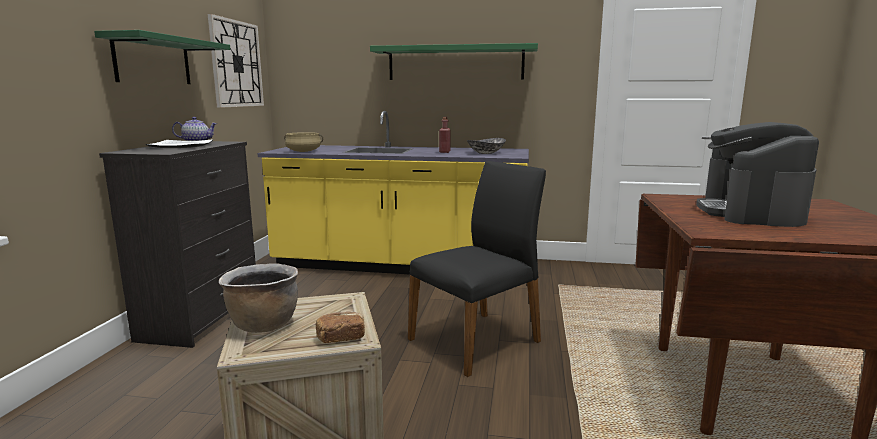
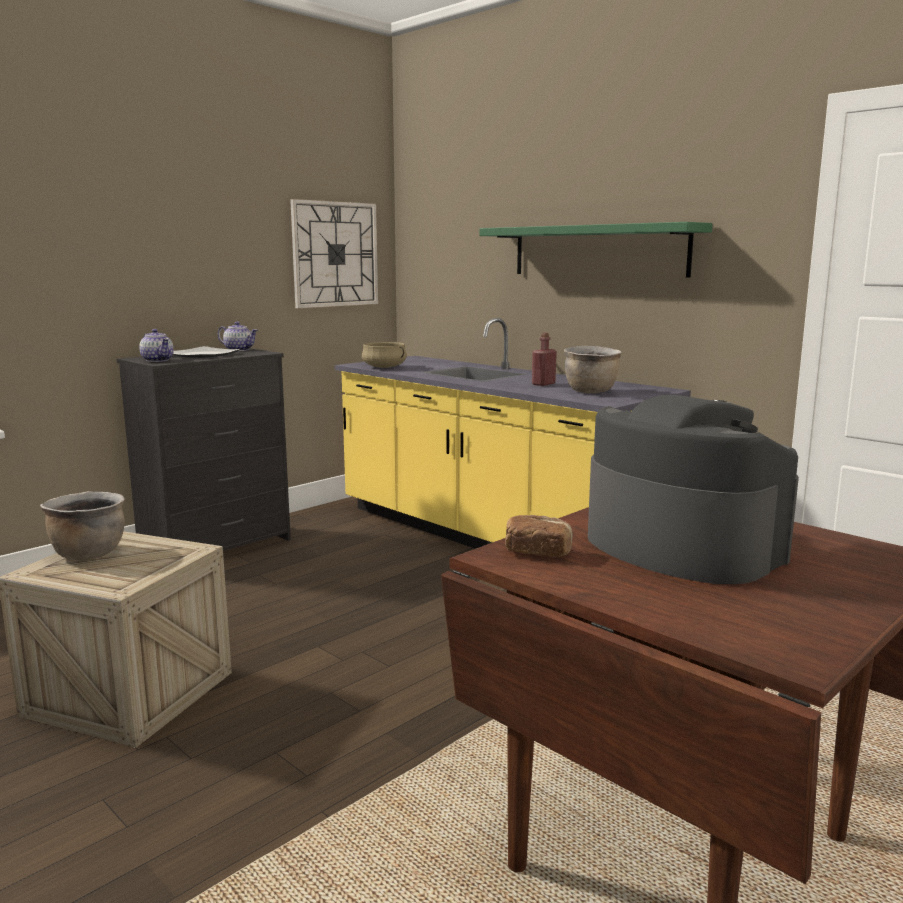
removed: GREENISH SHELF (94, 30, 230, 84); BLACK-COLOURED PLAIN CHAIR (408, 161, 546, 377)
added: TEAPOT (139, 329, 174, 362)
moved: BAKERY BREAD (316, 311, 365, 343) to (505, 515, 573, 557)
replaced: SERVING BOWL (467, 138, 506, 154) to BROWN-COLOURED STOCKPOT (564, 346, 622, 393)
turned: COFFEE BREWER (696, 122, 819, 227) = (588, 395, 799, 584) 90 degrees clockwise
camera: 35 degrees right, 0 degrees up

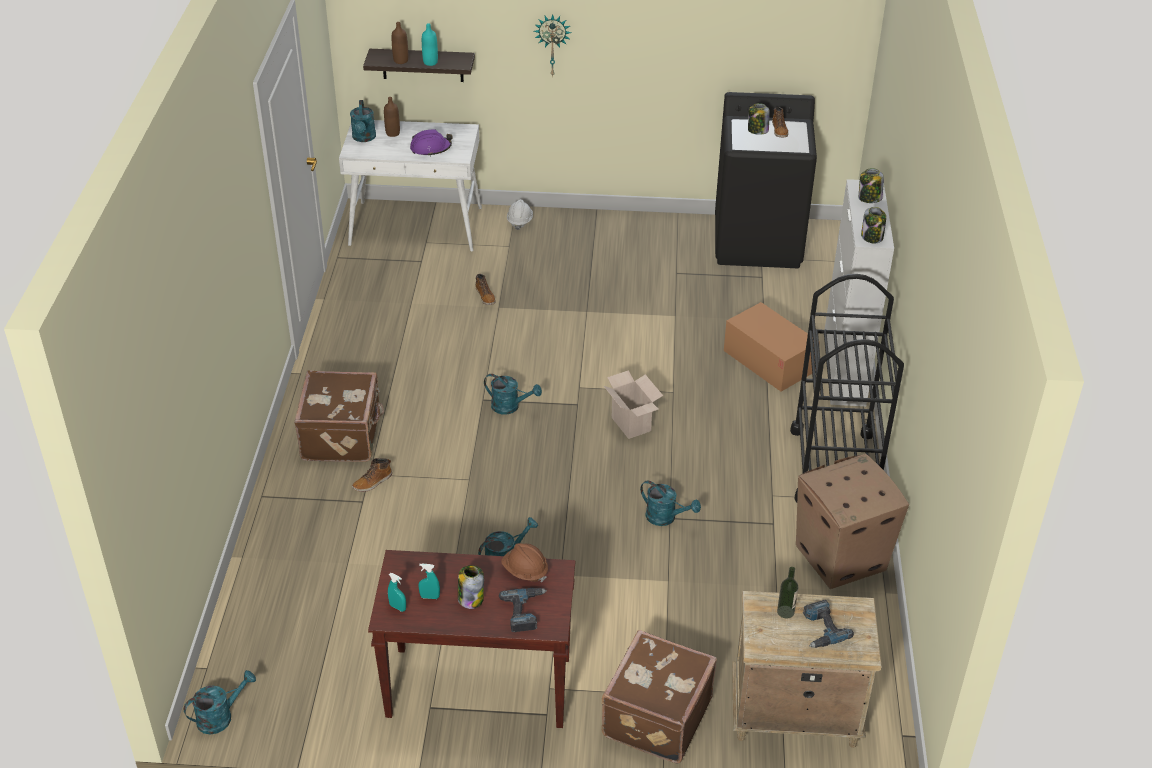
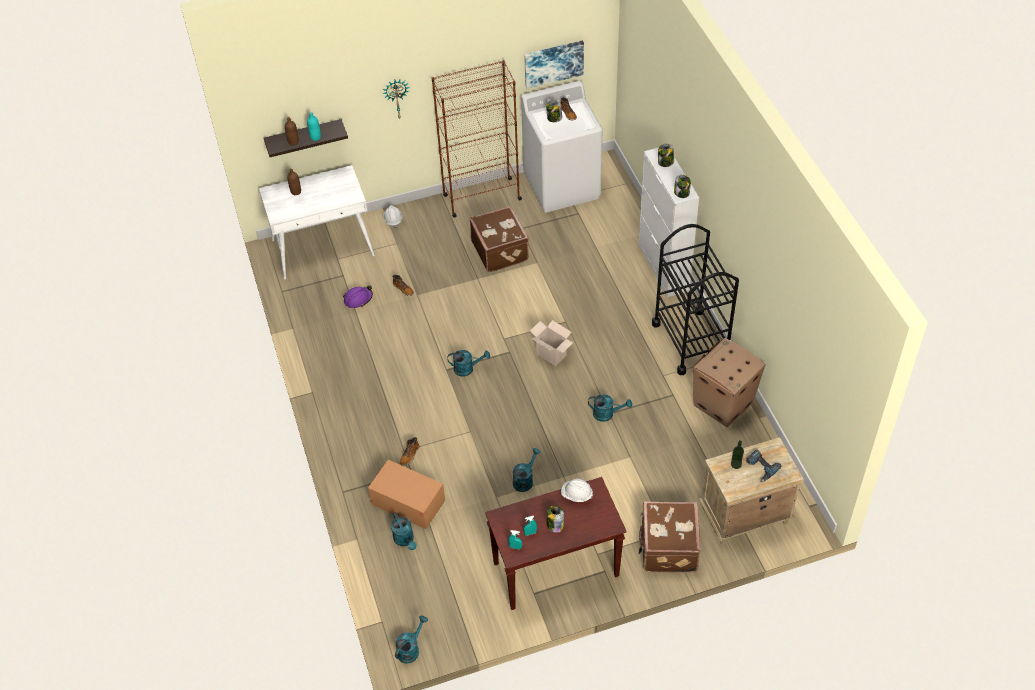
removed: DRILL (499, 588, 547, 632)
added: BROWN-COLOURED SHELVING UNIT (432, 60, 522, 218); WALL PICTURE (524, 40, 584, 89)
moved: BROWN-COLOURED SUITCASE (294, 370, 384, 462) to (470, 206, 529, 272); BLUE-GREEN WATERING CAN (350, 100, 376, 142) to (391, 512, 417, 550); PURPLE SAFETY HELMET (410, 129, 453, 156) to (343, 286, 373, 308); CARDBOARD BOX (724, 302, 820, 392) to (368, 460, 445, 529)
recoloured: BROWN-COLOURED SAFETY HELMET (501, 543, 548, 582) to WHITISH SAFETY HELMET (561, 478, 593, 502); BLACK-COLOURED LAUNDRY MACHINE (715, 92, 817, 268) to WHITISH LAUNDRY MACHINE (521, 81, 603, 213)
camera: 20 degrees left, 10 degrees up

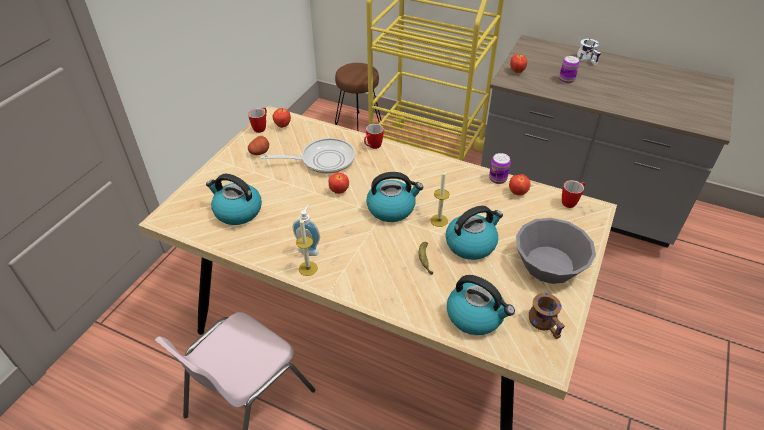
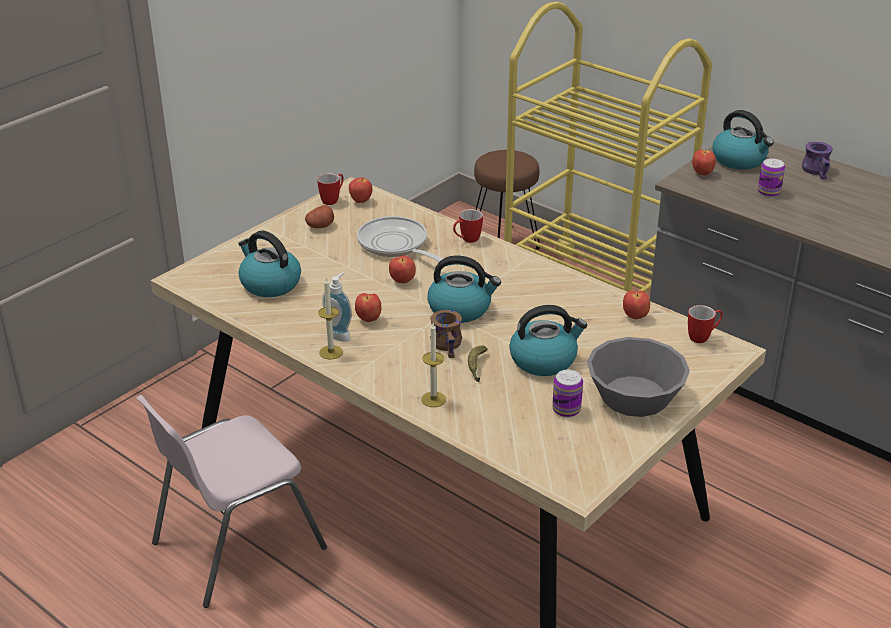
added: APPLE (355, 293, 381, 322)
moved: CANDLE (430, 171, 450, 227) to (421, 323, 446, 407); TEA KETTLE (447, 275, 515, 335) to (713, 110, 774, 170); SEALED CAN (489, 153, 511, 184) to (552, 370, 583, 417); BROWN-COLOURED TEA MUG (529, 293, 565, 339) to (430, 310, 462, 358)
recoloured: WHITISH TEA MUG (577, 39, 601, 65) to PURPLE TEA MUG (802, 142, 833, 180)
turned: PAN (261, 138, 355, 174) = (357, 216, 443, 262) 135 degrees counterclockwise
camera: 15 degrees right, 10 degrees down

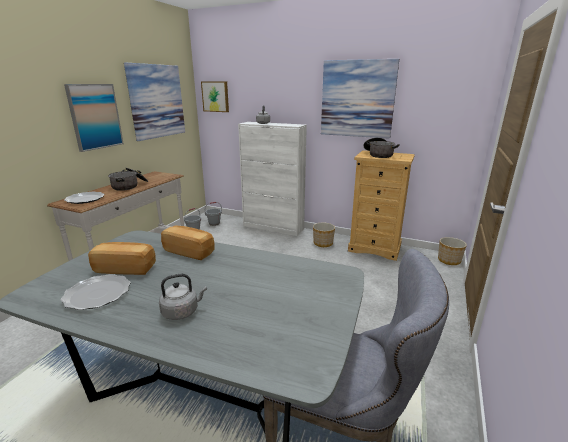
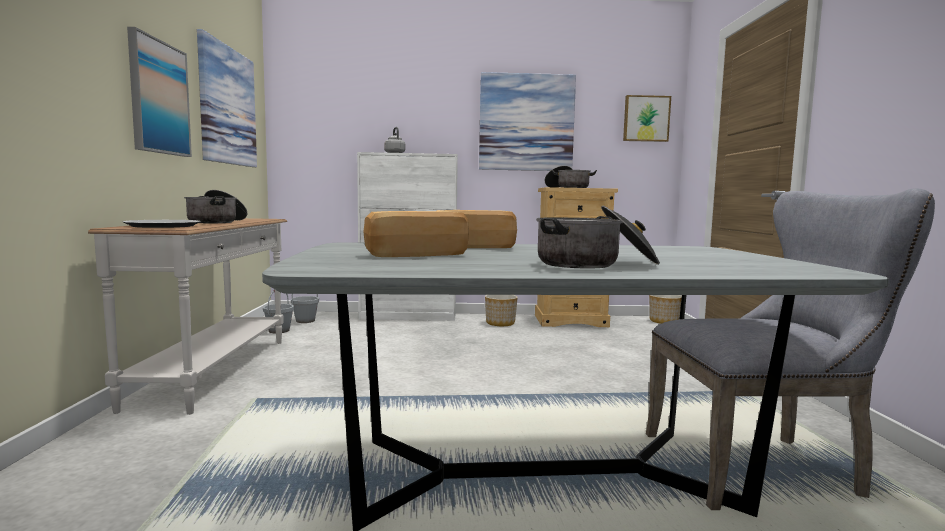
removed: PLATE (61, 274, 130, 310)
moved: WALL PICTURE (201, 81, 229, 112) to (623, 95, 671, 142)
replaced: GREY TEA KETTLE (159, 274, 207, 320) to STOCKPOT (536, 205, 660, 269)
camera: 25 degrees left, 15 degrees down

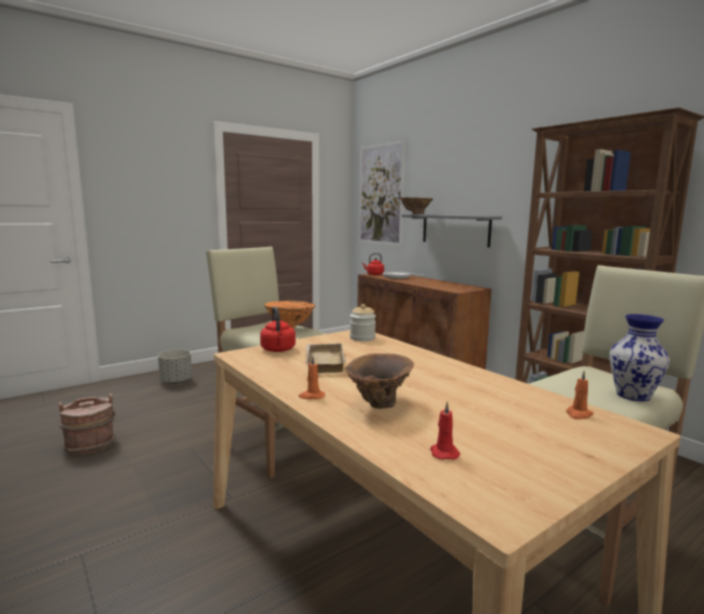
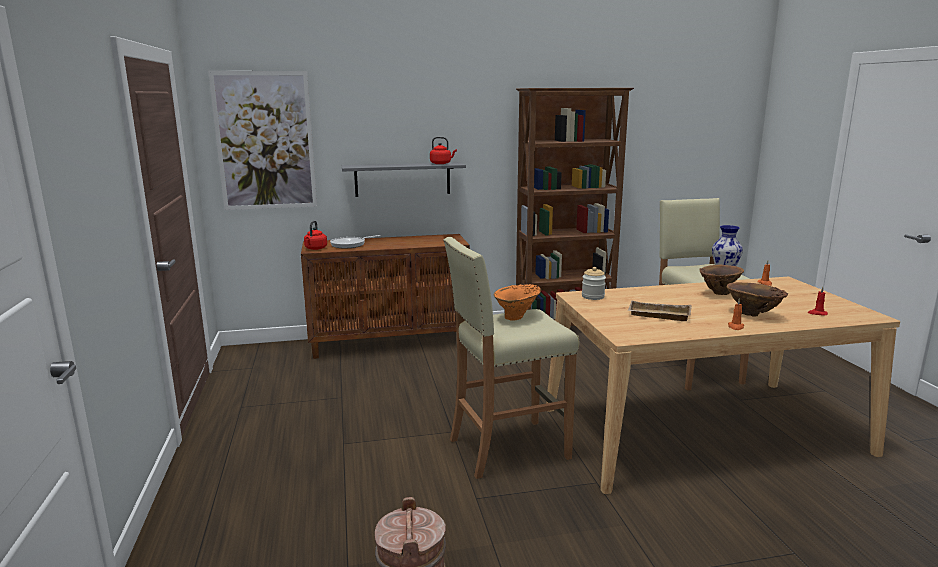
removed: GREY PLANT POT (158, 349, 192, 384)
moved: RED TEA KETTLE (260, 306, 296, 352) to (430, 137, 457, 164); BROWN-COLOURED VASE (400, 197, 433, 214) to (700, 265, 744, 295)
camera: 65 degrees left, 5 degrees up

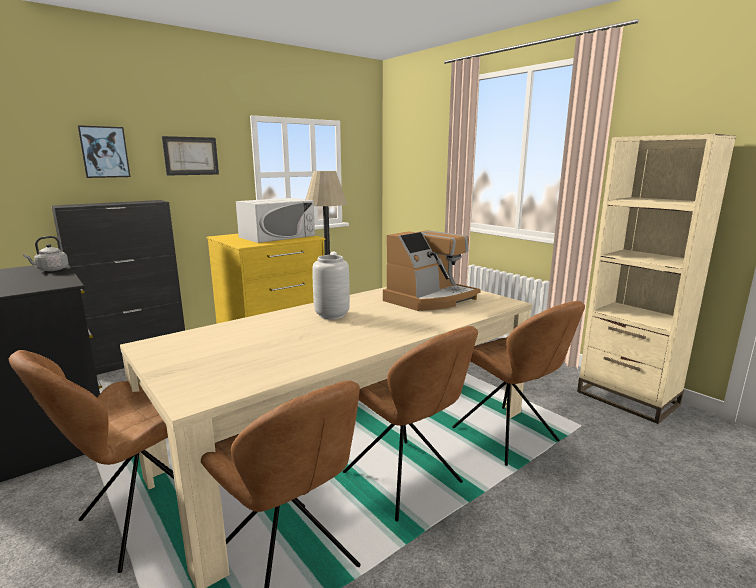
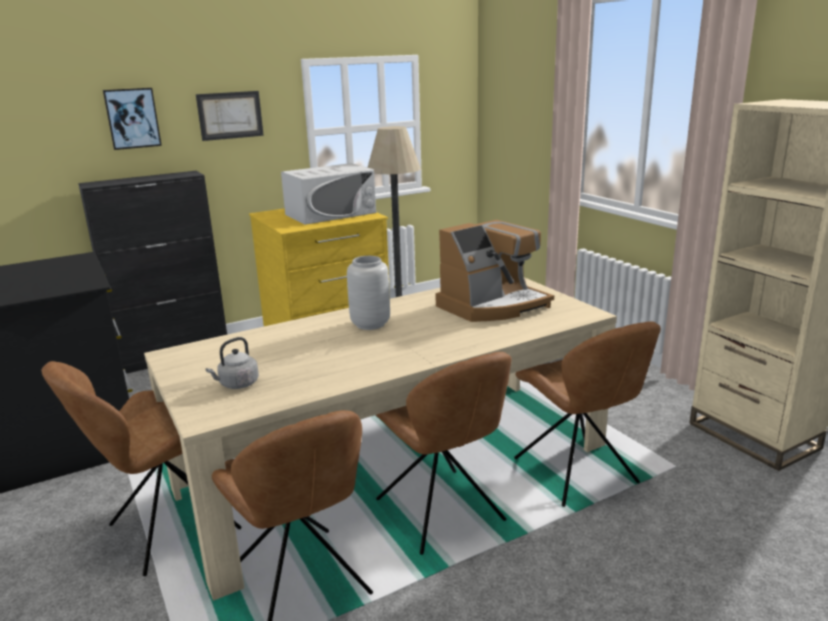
moved: GREY TEA KETTLE (23, 236, 69, 271) to (206, 337, 259, 389)
camera: 10 degrees right, 5 degrees up

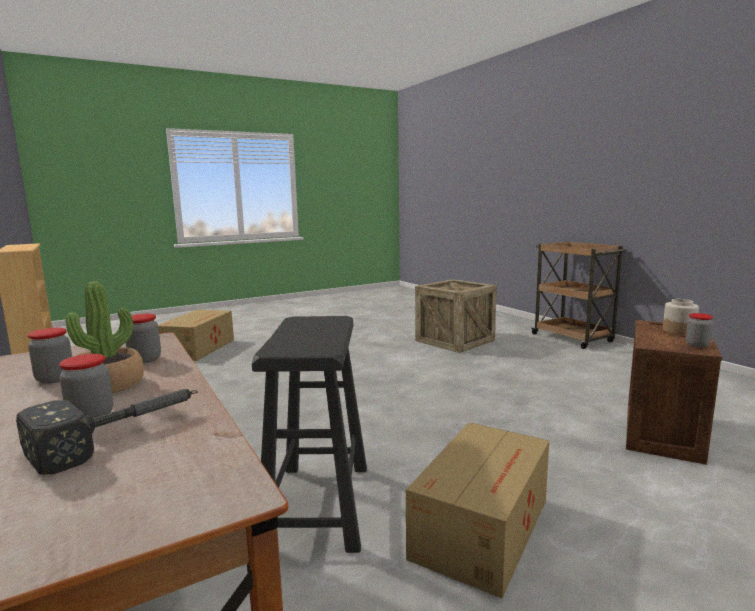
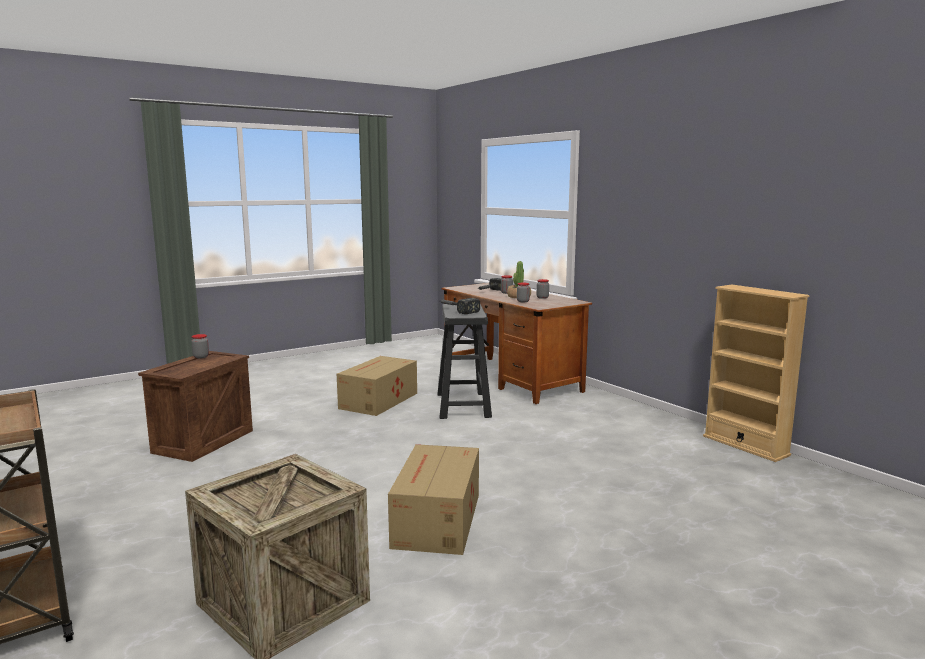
removed: JAR (663, 299, 699, 335)
added: HAND HAMMER (440, 298, 480, 314)
moved: CARDBOARD BOX (158, 310, 234, 361) to (388, 444, 479, 555)
camera: 175 degrees right, 0 degrees up

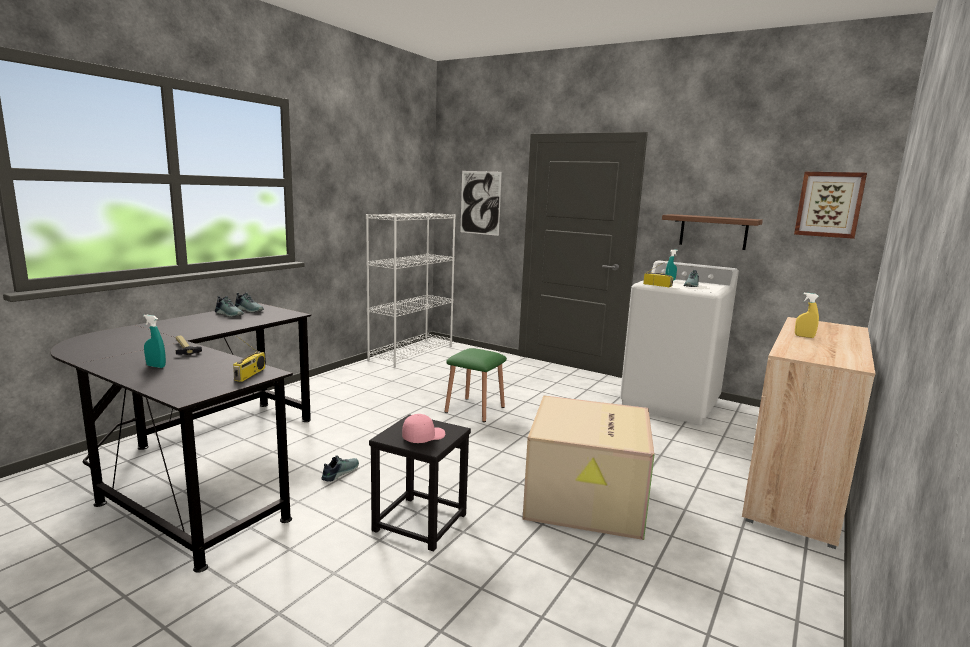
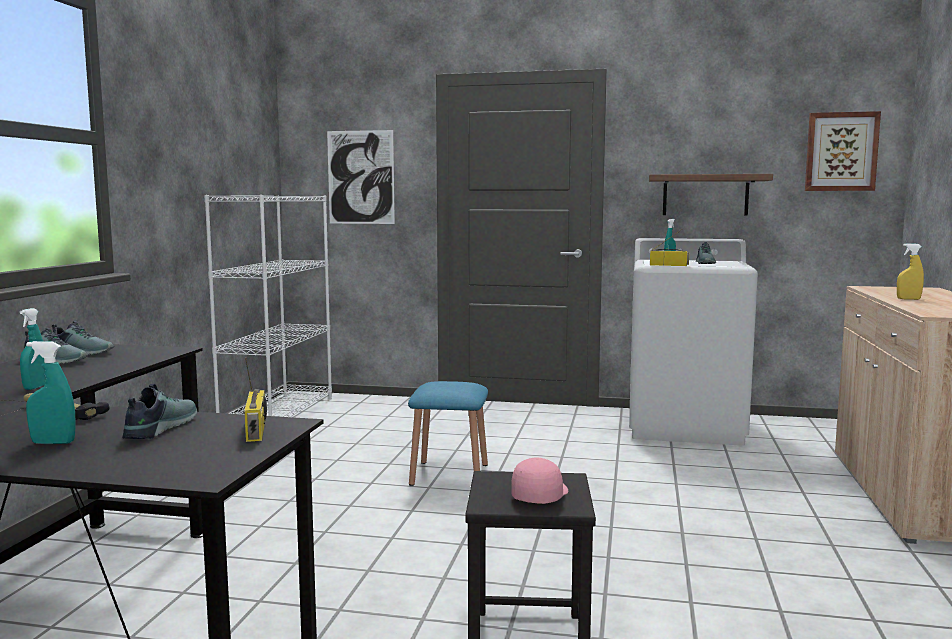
removed: CARDBOARD BOX (522, 395, 654, 540)
added: BLUE-GREEN HAND SPRAYER (20, 308, 45, 390)
moved: ITEM OF FOOTWEAR (321, 455, 359, 482) to (122, 384, 197, 439)
recoloured: GREENISH SITTING STOOL (445, 348, 507, 422) to BLUE SITTING STOOL (408, 381, 488, 486)
camera: 20 degrees left, 5 degrees down

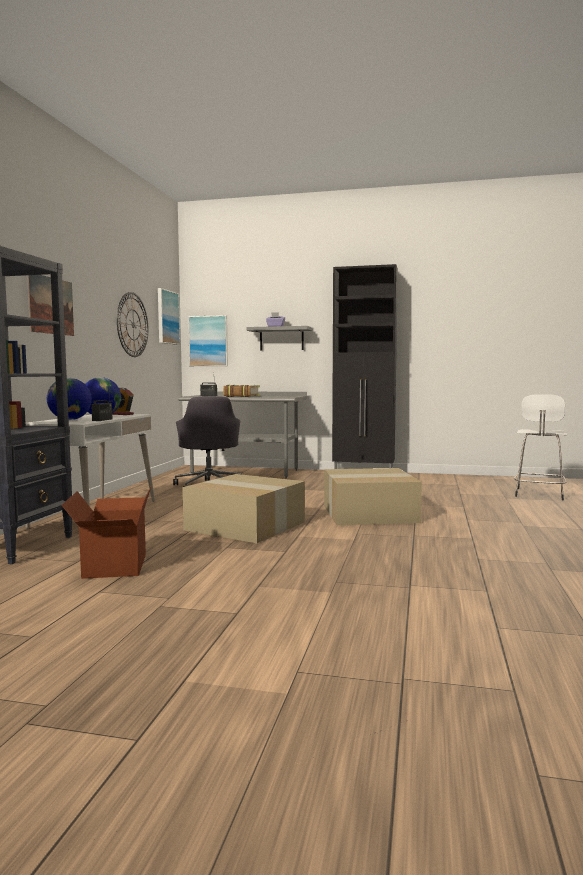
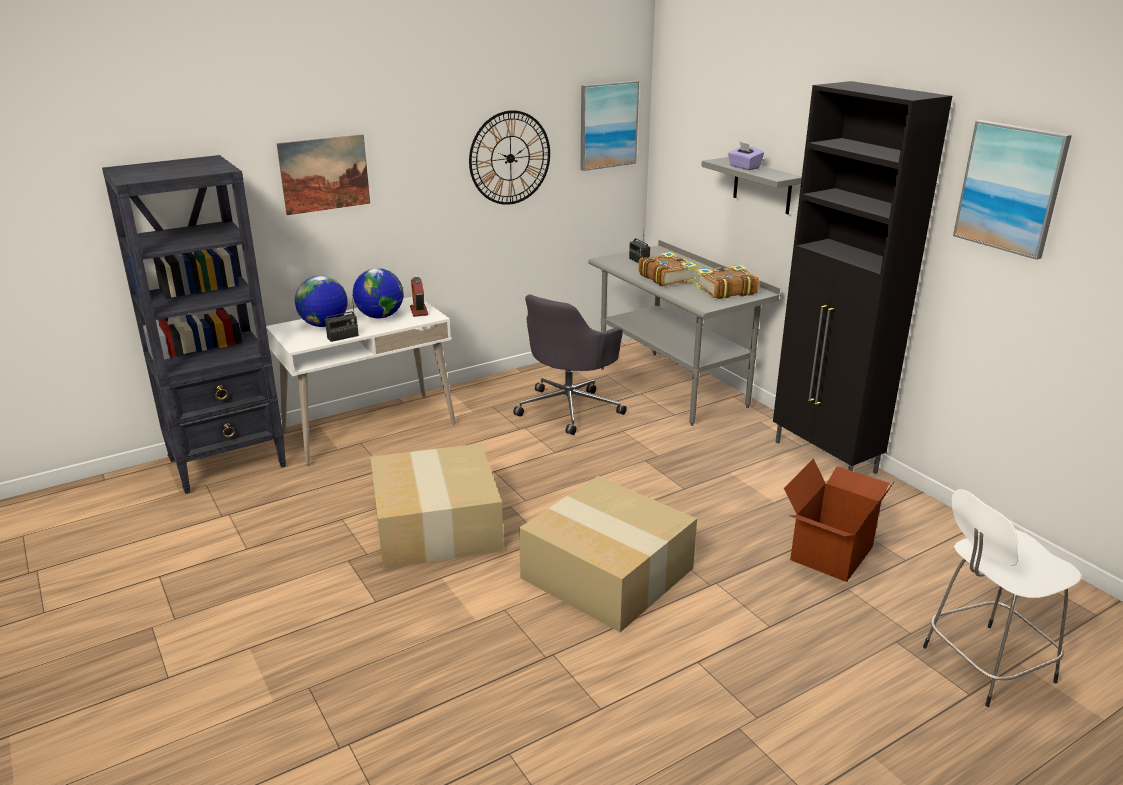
added: BOUND BOOK (696, 265, 759, 299)
moved: CARDBOARD BOX (62, 487, 151, 579) to (784, 458, 895, 582); WALL PICTURE (188, 315, 228, 366) to (953, 120, 1072, 260)
camera: 45 degrees right, 20 degrees up

